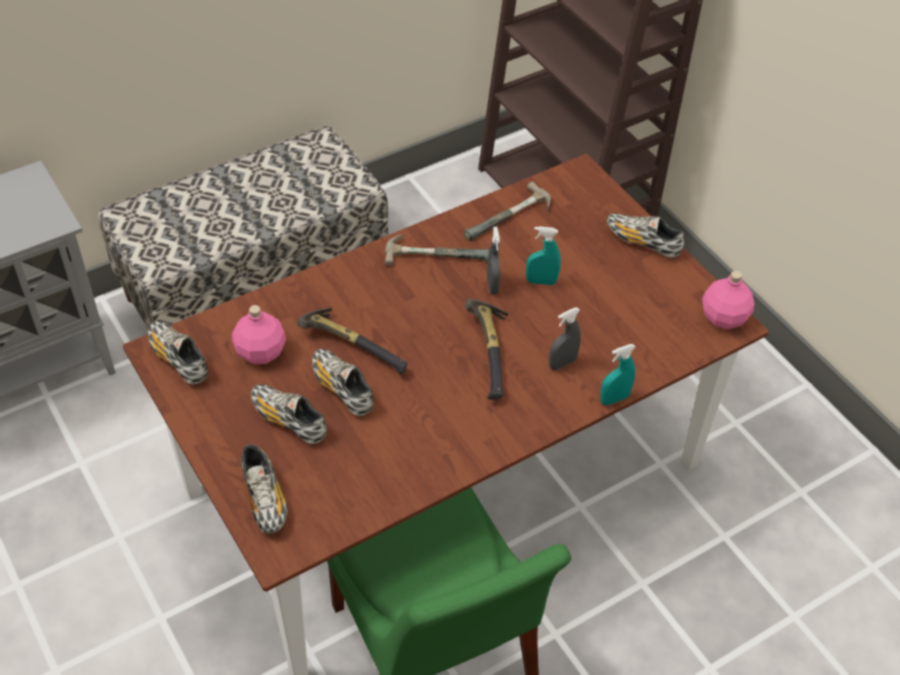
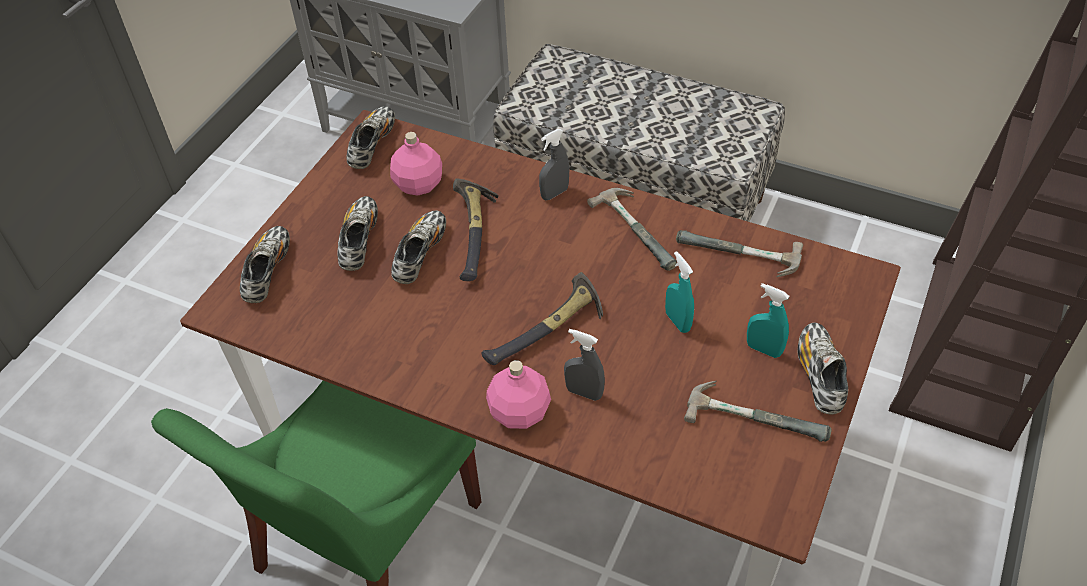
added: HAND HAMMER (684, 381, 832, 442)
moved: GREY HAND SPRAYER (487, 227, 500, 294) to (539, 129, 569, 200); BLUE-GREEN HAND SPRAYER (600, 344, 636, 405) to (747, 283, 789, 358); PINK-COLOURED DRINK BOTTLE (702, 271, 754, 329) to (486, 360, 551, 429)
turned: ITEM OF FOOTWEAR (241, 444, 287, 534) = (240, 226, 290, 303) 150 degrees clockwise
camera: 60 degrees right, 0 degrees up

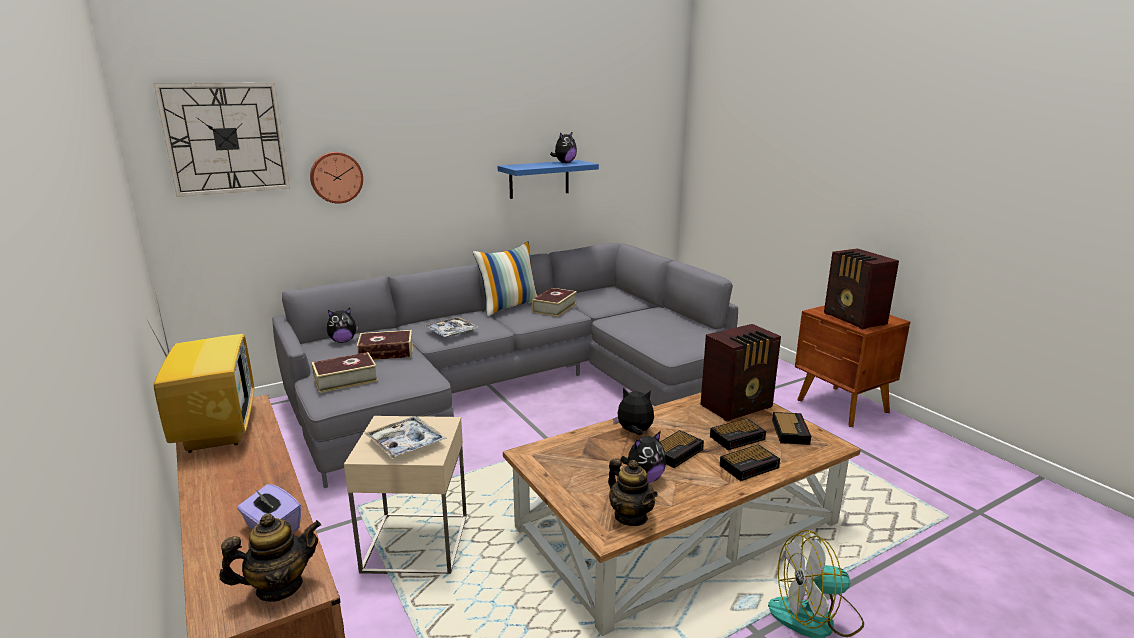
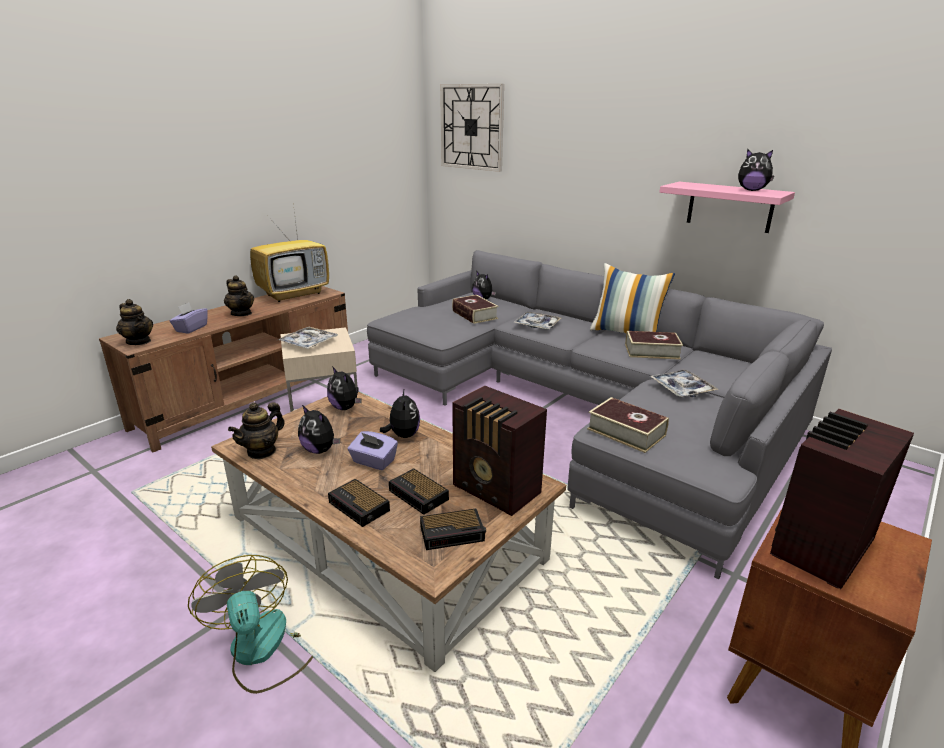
removed: CLOCK ON THE WALL (310, 152, 363, 204)
added: TEAPOT (224, 275, 254, 316); SOFT TOY (327, 366, 361, 410); SERVING TRAY (650, 369, 718, 397)
moved: BOUND BOOK (311, 352, 378, 393) to (587, 397, 669, 453)
replaced: TABLE CLOCK (660, 430, 704, 468) to PURPLE TISSUE BOX (347, 431, 398, 470)
recoloured: BLUE SHELF (498, 160, 599, 199) to PINK-COLOURED SHELF (659, 182, 795, 233)
camera: 70 degrees right, 5 degrees up

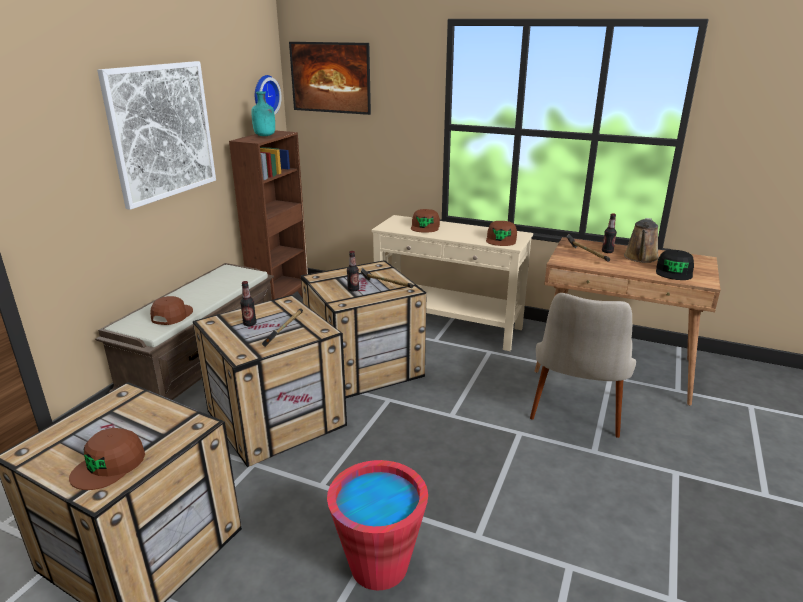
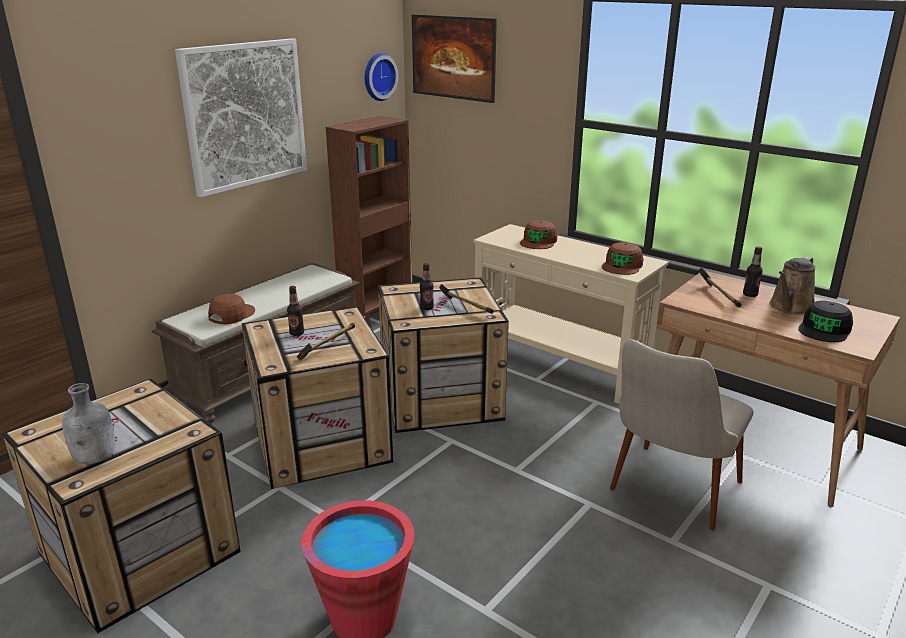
removed: BLUE-GREEN DRINK BOTTLE (251, 91, 275, 136)
replaced: BROWN-COLOURED PEAKED CAP (69, 428, 145, 490) to GREY DRINK BOTTLE (62, 383, 115, 464)
camera: 15 degrees right, 0 degrees up

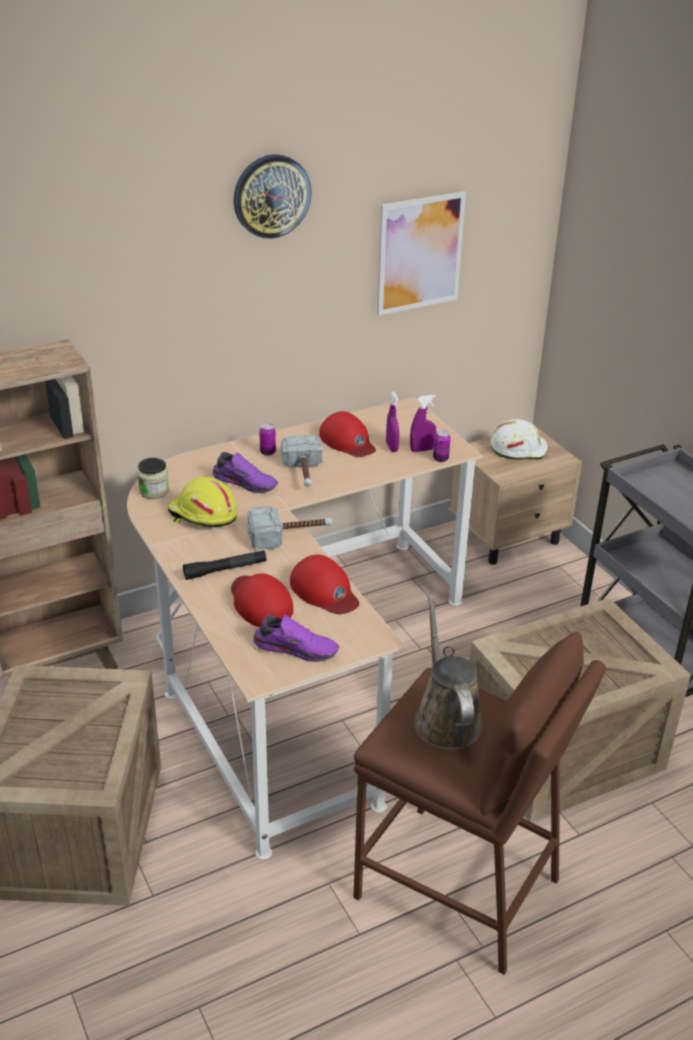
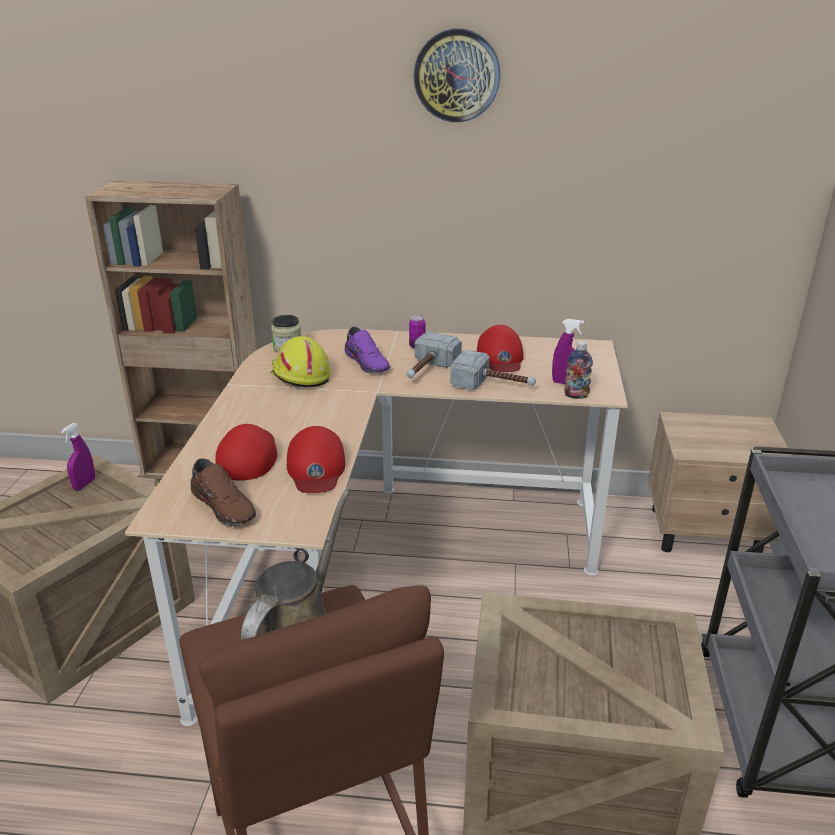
removed: BLACK-COLOURED FLASHLIGHT (183, 550, 267, 580); WALL PICTURE (377, 191, 466, 316); WHITISH SAFETY HELMET (491, 419, 549, 460)
moved: HAND HAMMER (247, 506, 332, 550) to (450, 350, 536, 390); PURPLE HAND SPRAYER (386, 392, 399, 452) to (61, 423, 95, 490)
replaced: SEALED CAN (433, 430, 451, 462) to DRINK BOTTLE (564, 341, 593, 399)
recoloured: PURPLE ITEM OF FOOTWEAR (253, 615, 339, 662) to BROWN-COLOURED ITEM OF FOOTWEAR (191, 458, 256, 526)
camera: 35 degrees right, 5 degrees down

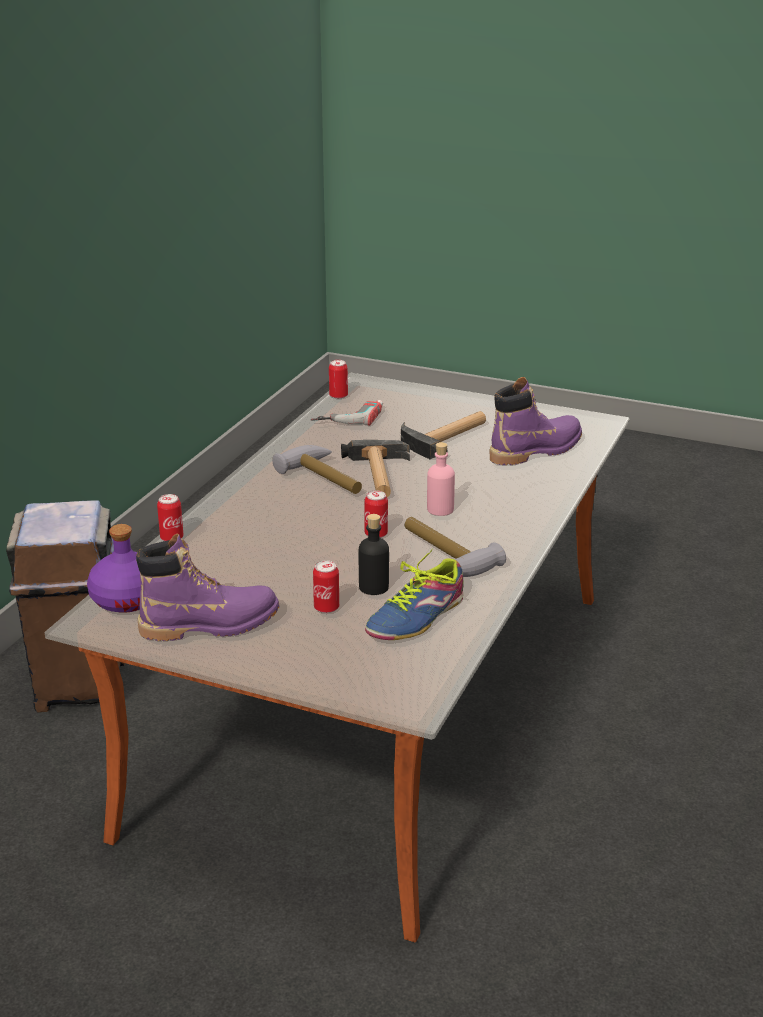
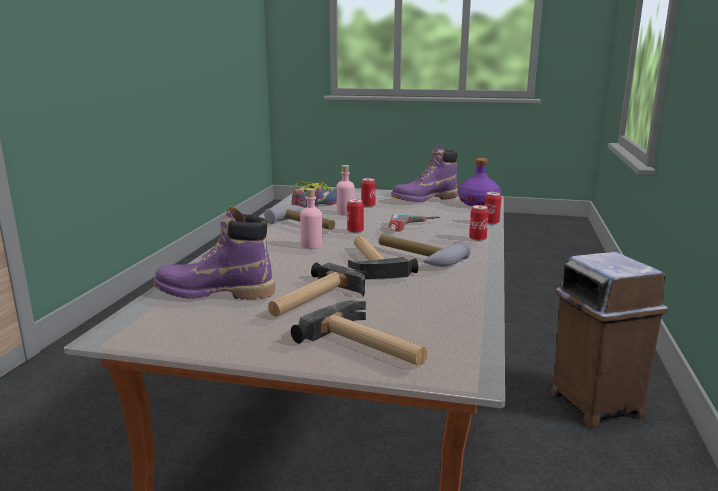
added: HAND HAMMER (291, 301, 427, 366)
moved: DRILL (310, 400, 383, 426) to (389, 214, 440, 232); SEALED CAN (329, 360, 348, 399) to (469, 205, 489, 241)
recoloured: BLACK-COLOURED DRINK BOTTLE (359, 514, 389, 595) to PINK-COLOURED DRINK BOTTLE (336, 165, 355, 215)
turned: PURPLE HIGH-TOP BOOT (490, 377, 582, 465) = (153, 206, 275, 300) 45 degrees clockwise
camera: 170 degrees right, 10 degrees down

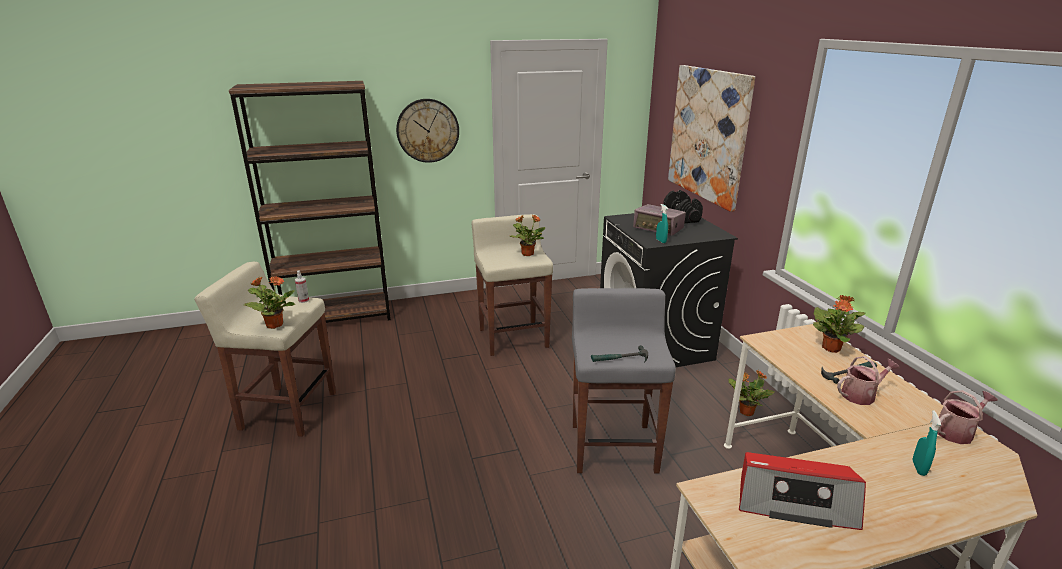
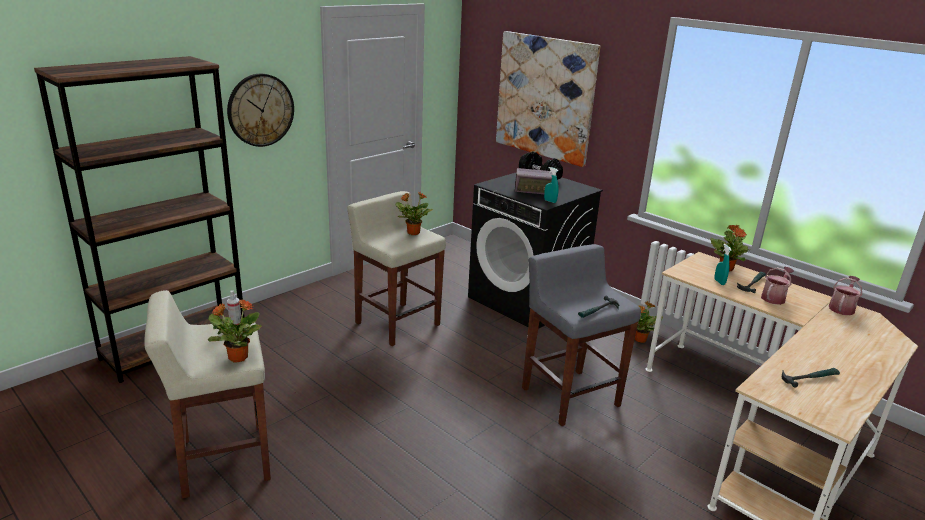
moved: BLUE-GREEN HAND SPRAYER (912, 410, 941, 476) to (714, 244, 731, 285)
replaced: RADIO (739, 452, 866, 530) to HAND HAMMER (782, 368, 840, 388)
camera: 30 degrees left, 0 degrees up

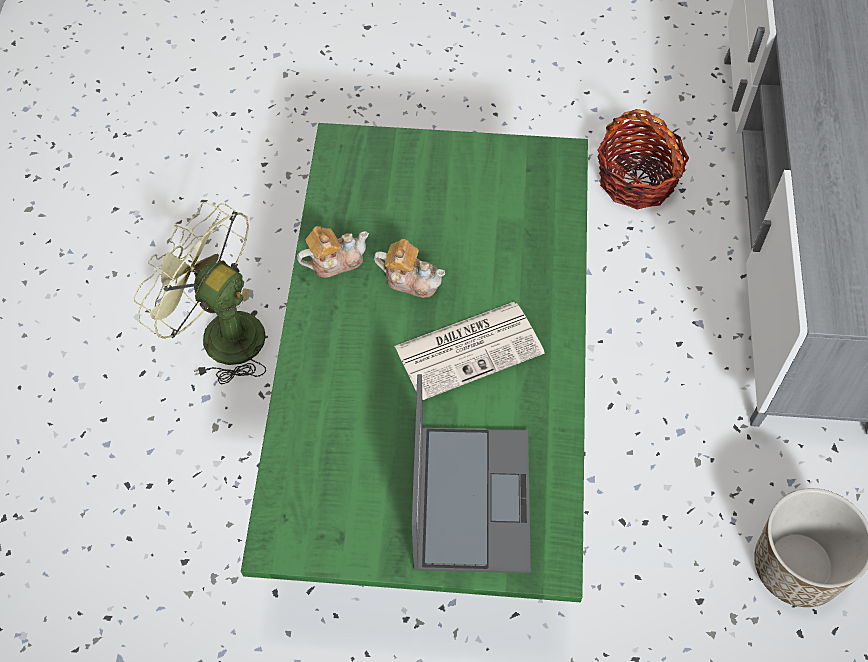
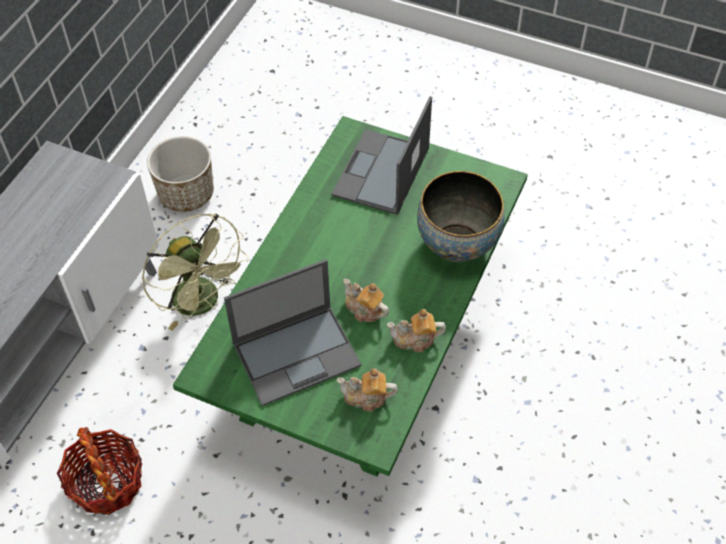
removed: PRINTED PAPER (395, 302, 545, 400)
added: PORTABLE COMPUTER (224, 259, 362, 406); TEAPOT (337, 368, 398, 412); SERVING BOWL (417, 171, 505, 262)
moved: GREENISH COOLING FAN (134, 202, 266, 384) to (142, 213, 249, 331)
camera: 160 degrees left, 5 degrees down

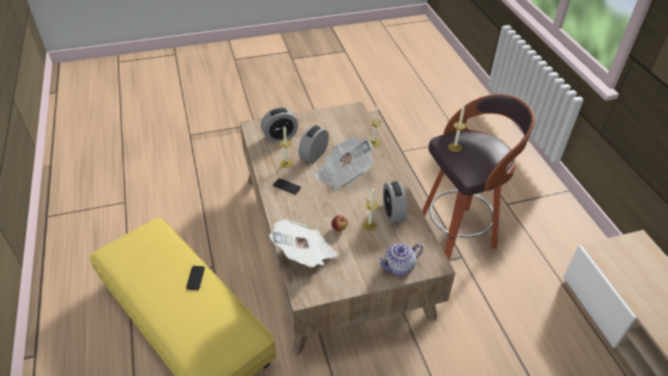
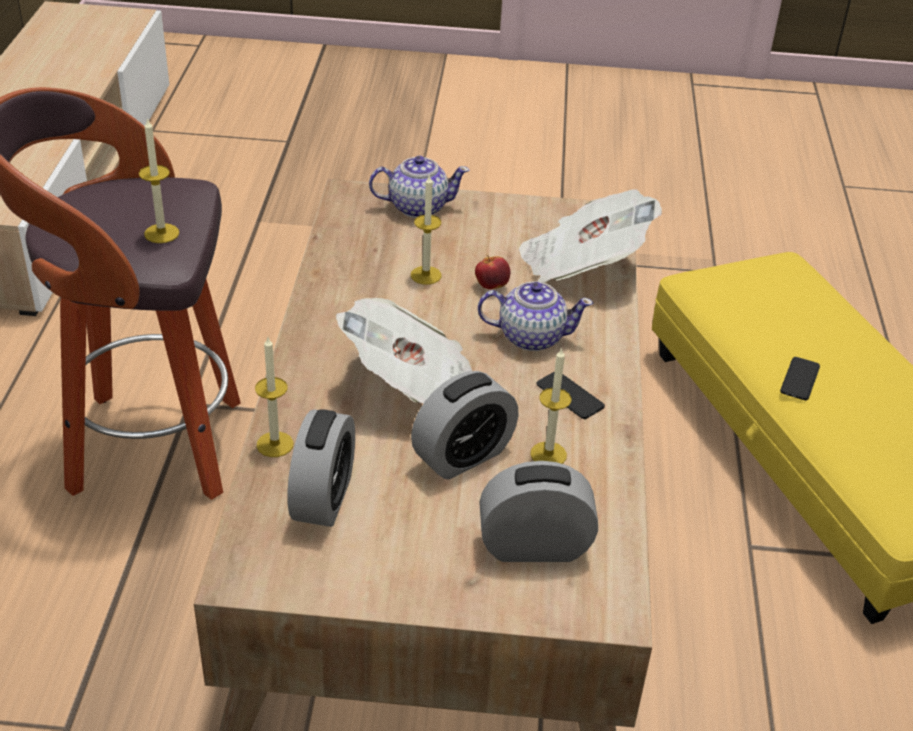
added: TEAPOT (478, 282, 594, 351)
moved: TABLE CLOCK (383, 181, 407, 223) to (287, 409, 355, 527)
camera: 160 degrees left, 5 degrees down

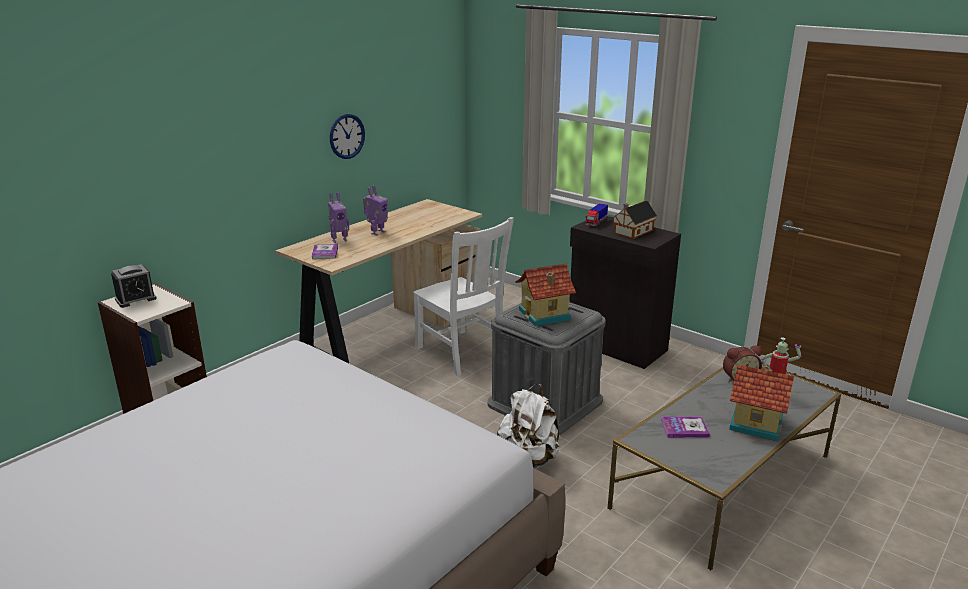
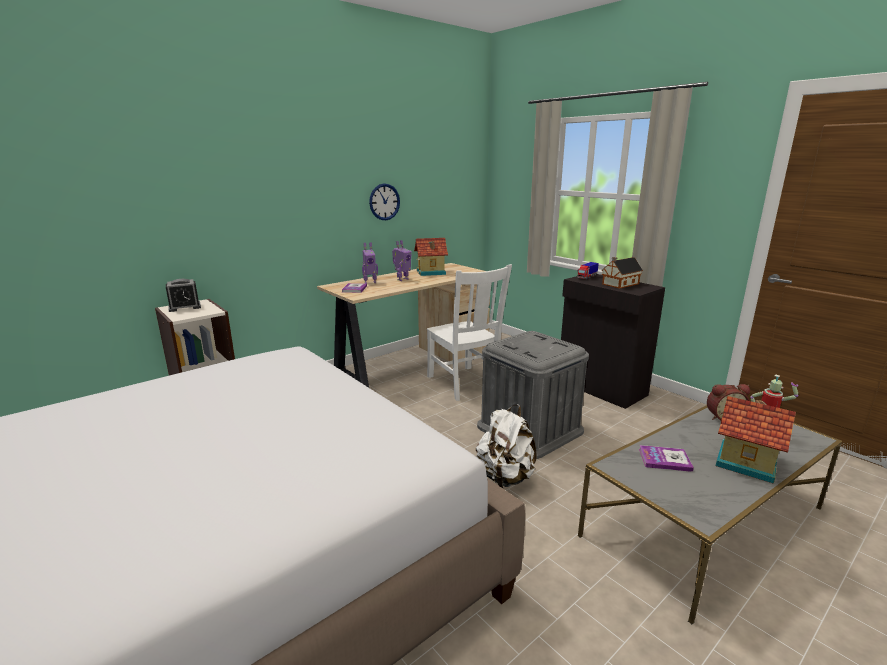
moved: MINIATURE HOUSE (515, 263, 576, 326) to (414, 238, 448, 276)
camera: 10 degrees right, 5 degrees down

